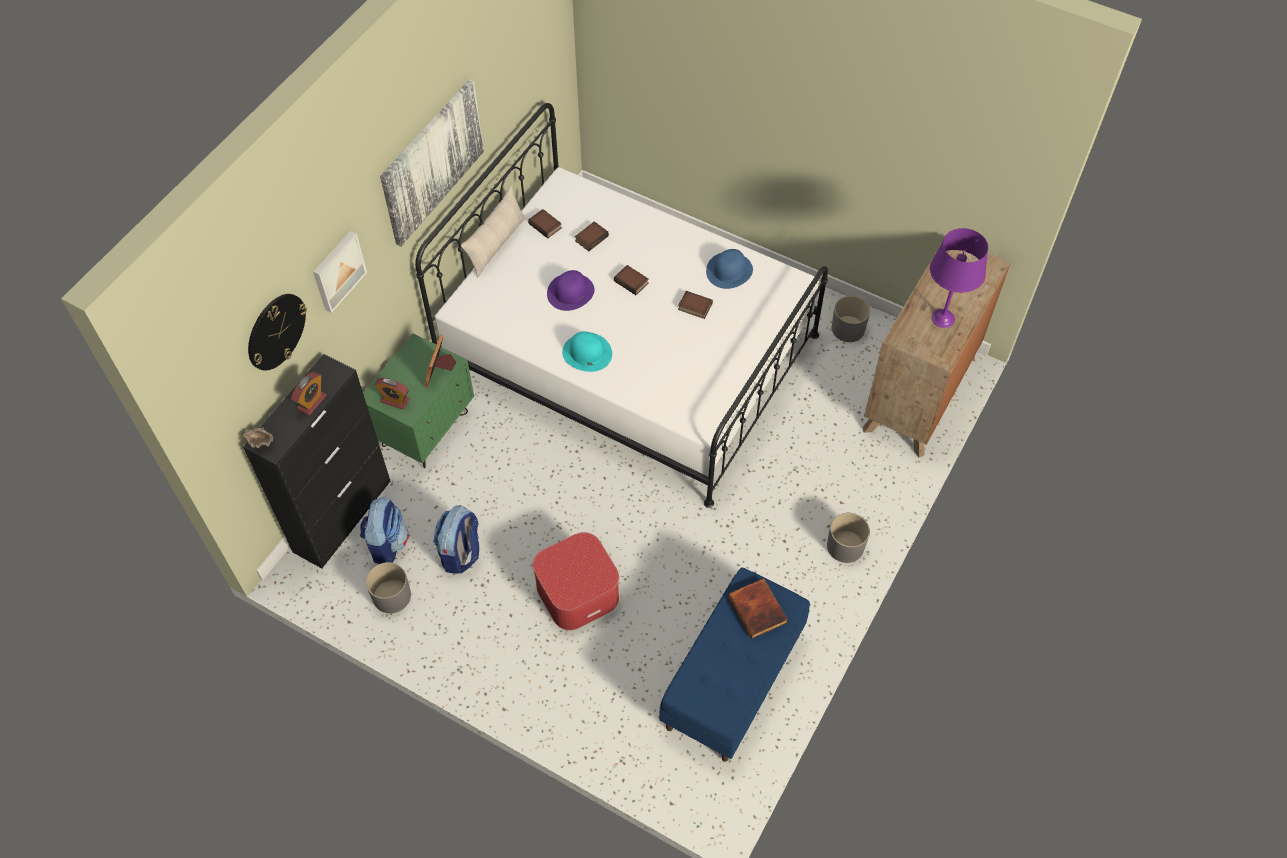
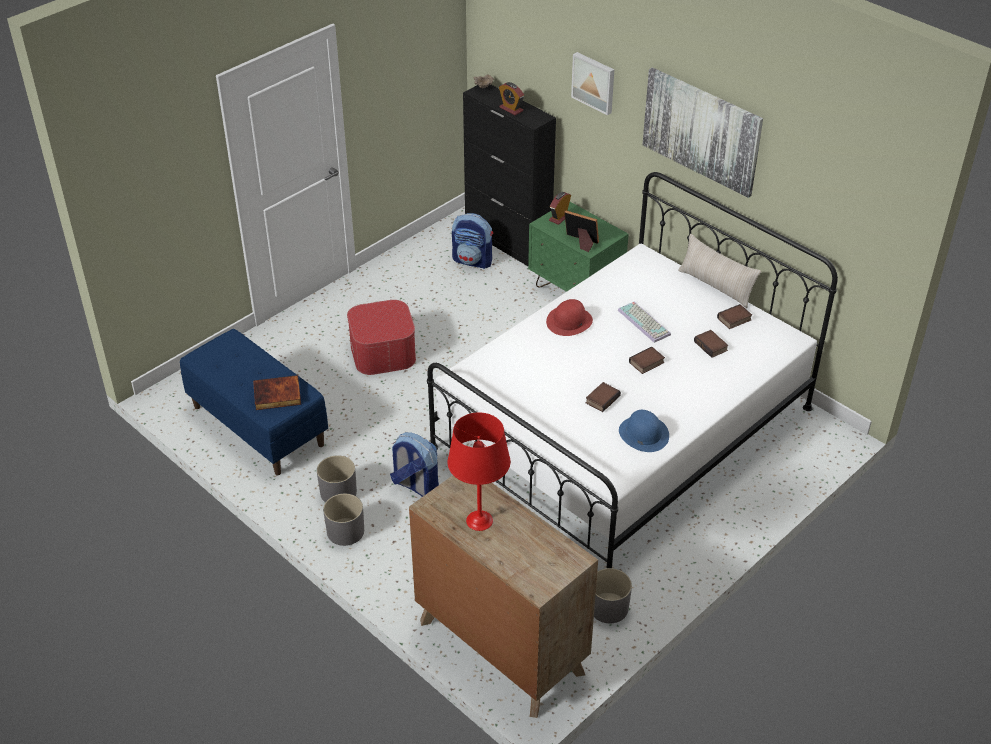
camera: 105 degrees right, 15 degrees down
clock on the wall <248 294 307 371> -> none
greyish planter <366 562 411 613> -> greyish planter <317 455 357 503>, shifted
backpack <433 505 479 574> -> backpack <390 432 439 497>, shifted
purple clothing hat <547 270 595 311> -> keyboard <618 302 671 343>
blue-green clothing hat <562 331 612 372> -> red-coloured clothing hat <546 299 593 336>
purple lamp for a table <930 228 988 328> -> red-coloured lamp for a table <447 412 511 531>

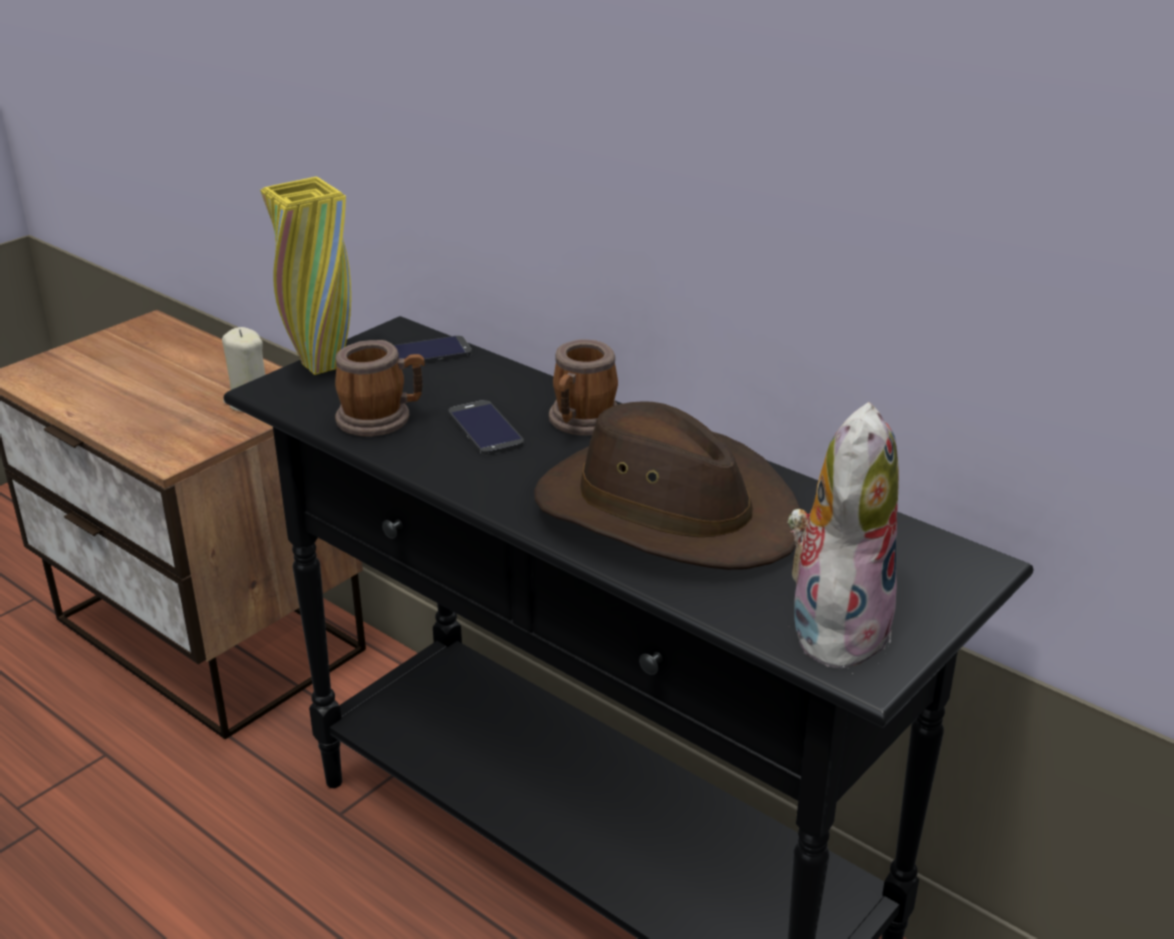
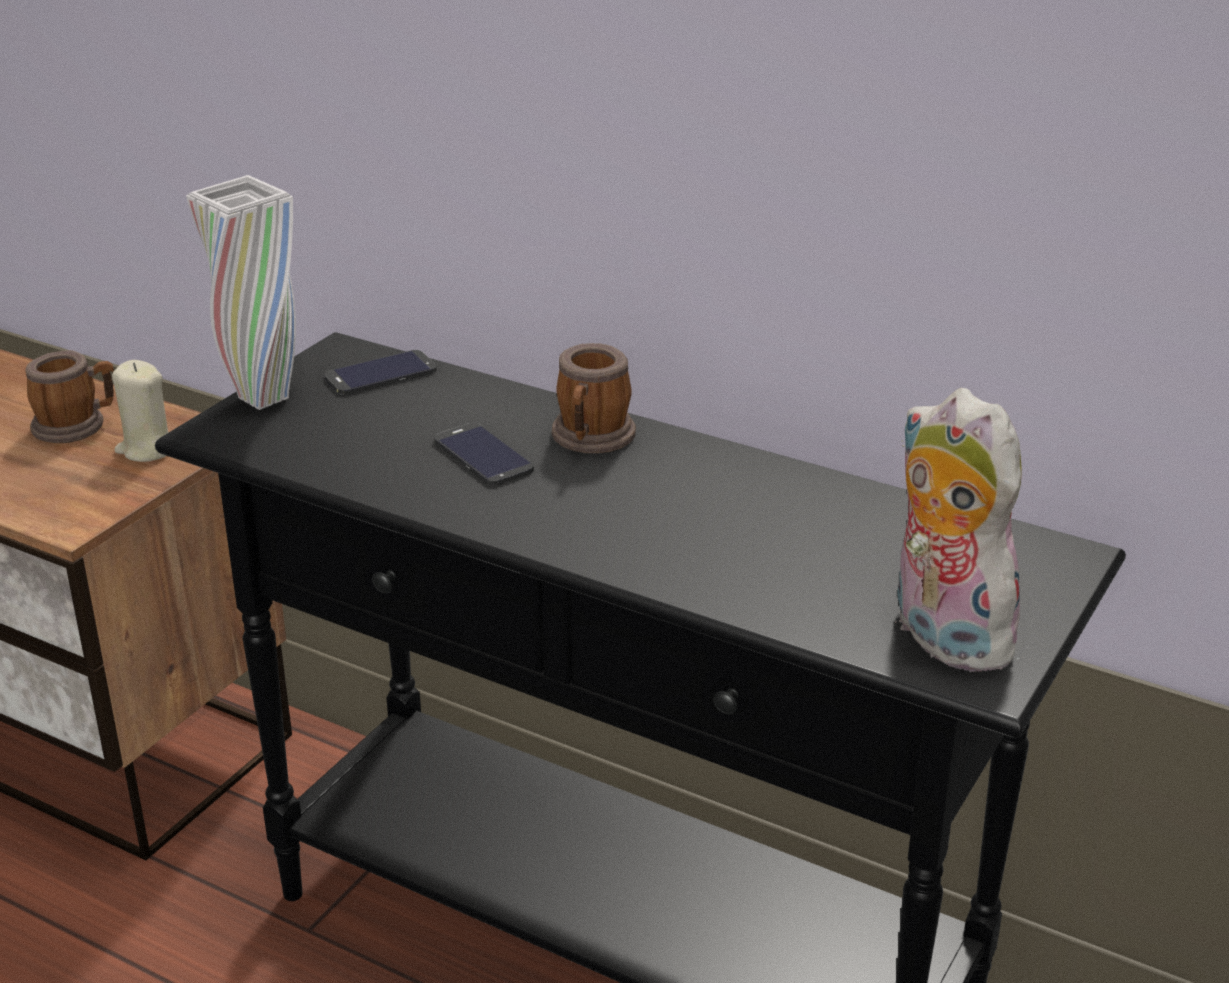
camera: 10 degrees left, 0 degrees up
brown clothing hat <534 401 800 570> -> none
coffee mug <335 340 425 437> -> coffee mug <26 350 114 443>, shifted
yellow decorative vase <260 176 351 375> -> white decorative vase <186 175 296 410>
plush toy <788 402 899 674> -> plush toy <895 388 1030 672>, 45 degrees counterclockwise

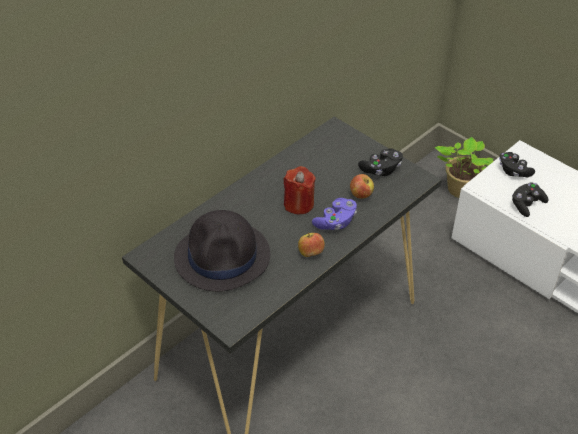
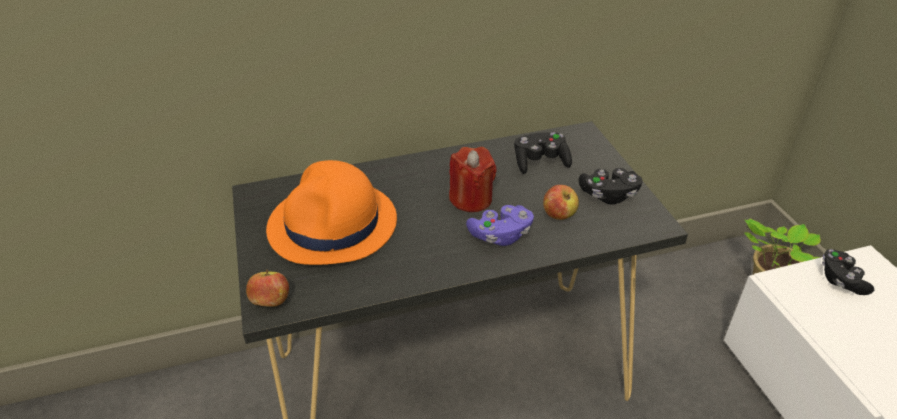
camera: 30 degrees right, 5 degrees down
whole apple <298 233 325 257> -> whole apple <246 270 289 307>, shifted
black-coloured gamepad <512 182 549 217> -> black-coloured gamepad <514 132 572 174>, shifted
black-coloured clothing hat <174 210 270 292> -> orange-coloured clothing hat <266 160 397 265>

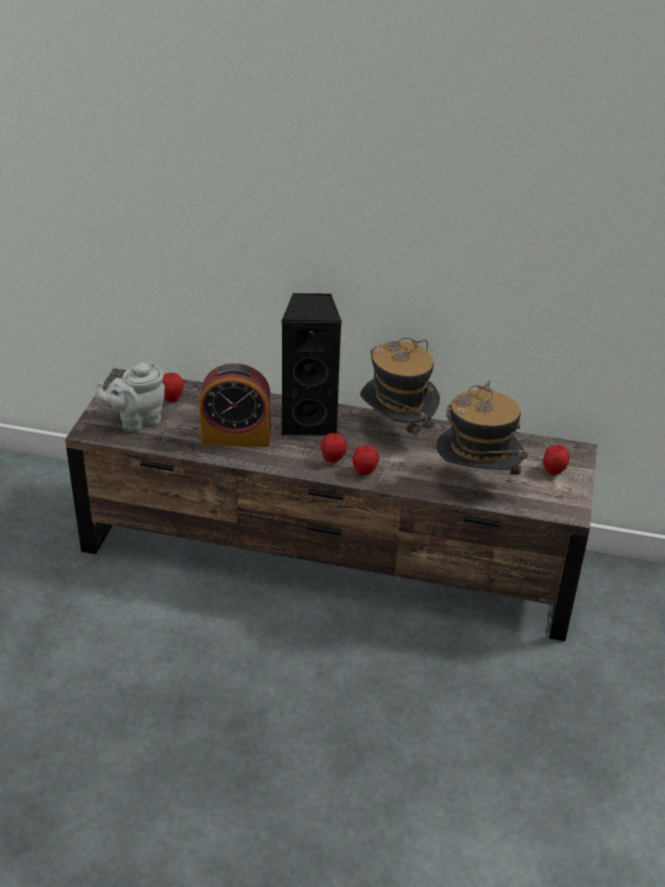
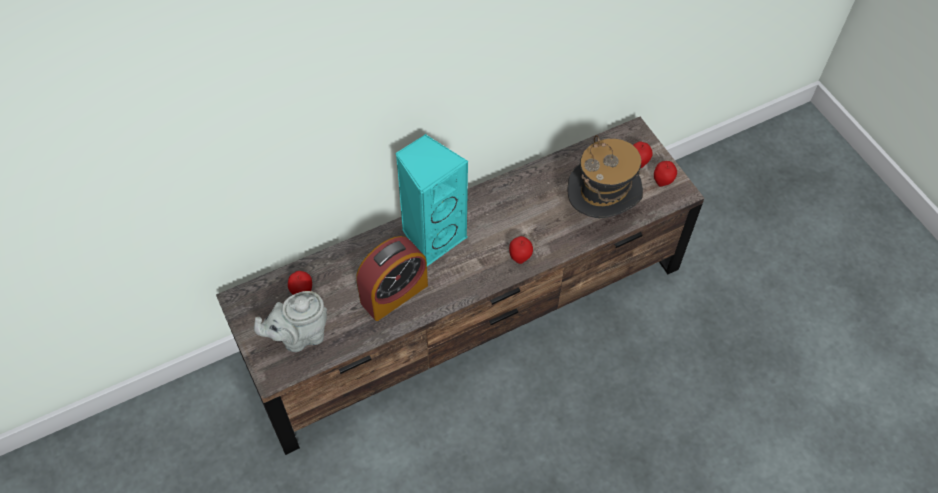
camera: 40 degrees left, 20 degrees up
clothing hat <360 338 440 445> -> none
whole apple <321 432 347 463> -> whole apple <654 161 677 187>, shifted
black-coloured loudspeaker <281 293 342 436> -> blue-green loudspeaker <395 134 469 266>
greyish teapot <95 362 165 432> -> greyish teapot <254 291 327 352>, 45 degrees clockwise

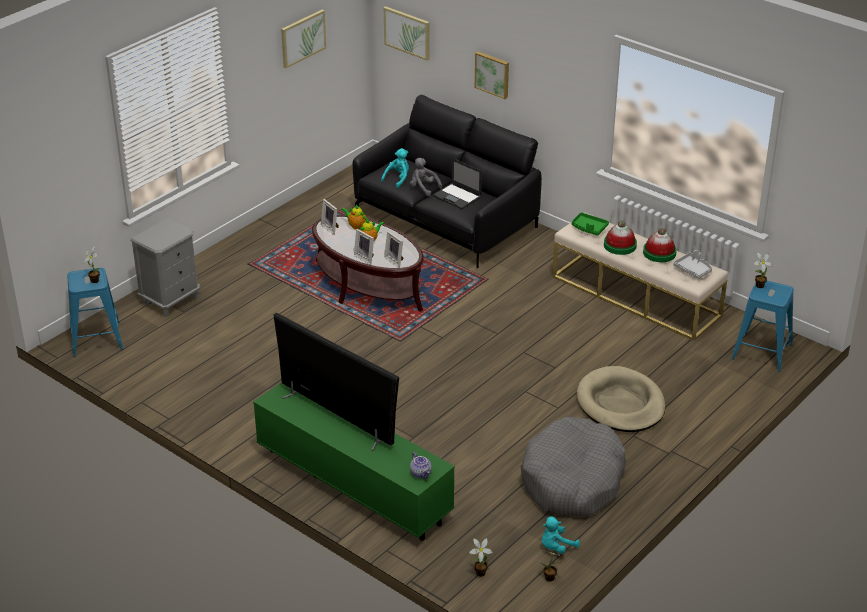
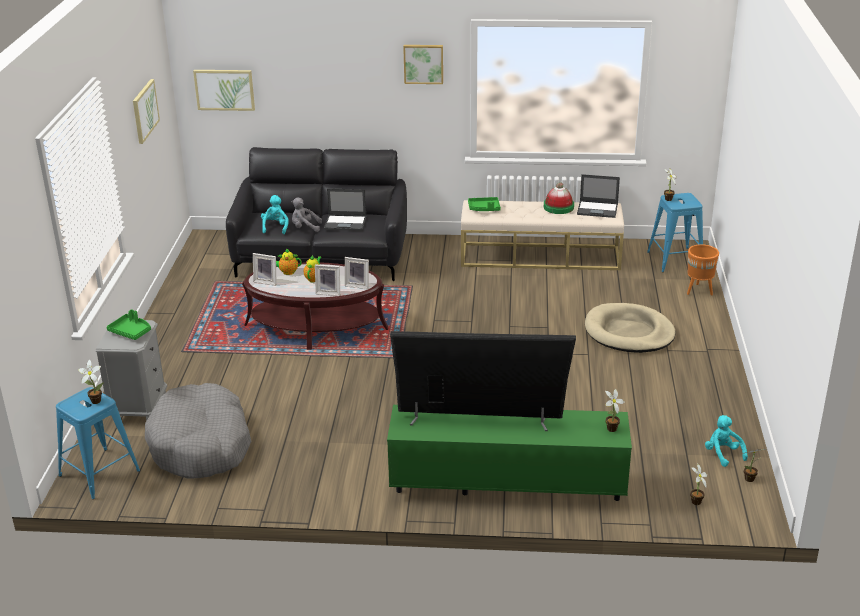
camera: 35 degrees left, 5 degrees down
clothing hat <604 221 637 255> -> none
none -> green-coloured serving tray <107 309 151 340>
none -> orange-coloured planter <687 244 719 295>
wall picture <475 52 509 99> -> wall picture <403 45 443 84>, shifted
greyish dog bed <521 417 626 517> -> greyish dog bed <145 383 251 479>, shifted
teapot <410 452 432 479> -> potted plant <605 389 625 432>
greyish serving tray <673 250 712 279> -> portable computer <577 174 620 218>
blue-green plush toy <542 516 580 554> -> blue-green plush toy <705 415 748 467>, 135 degrees clockwise

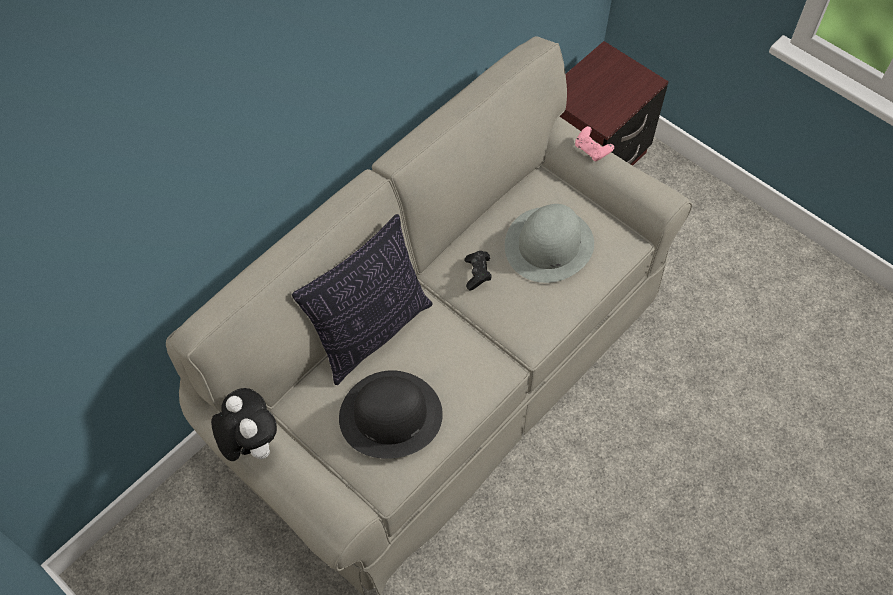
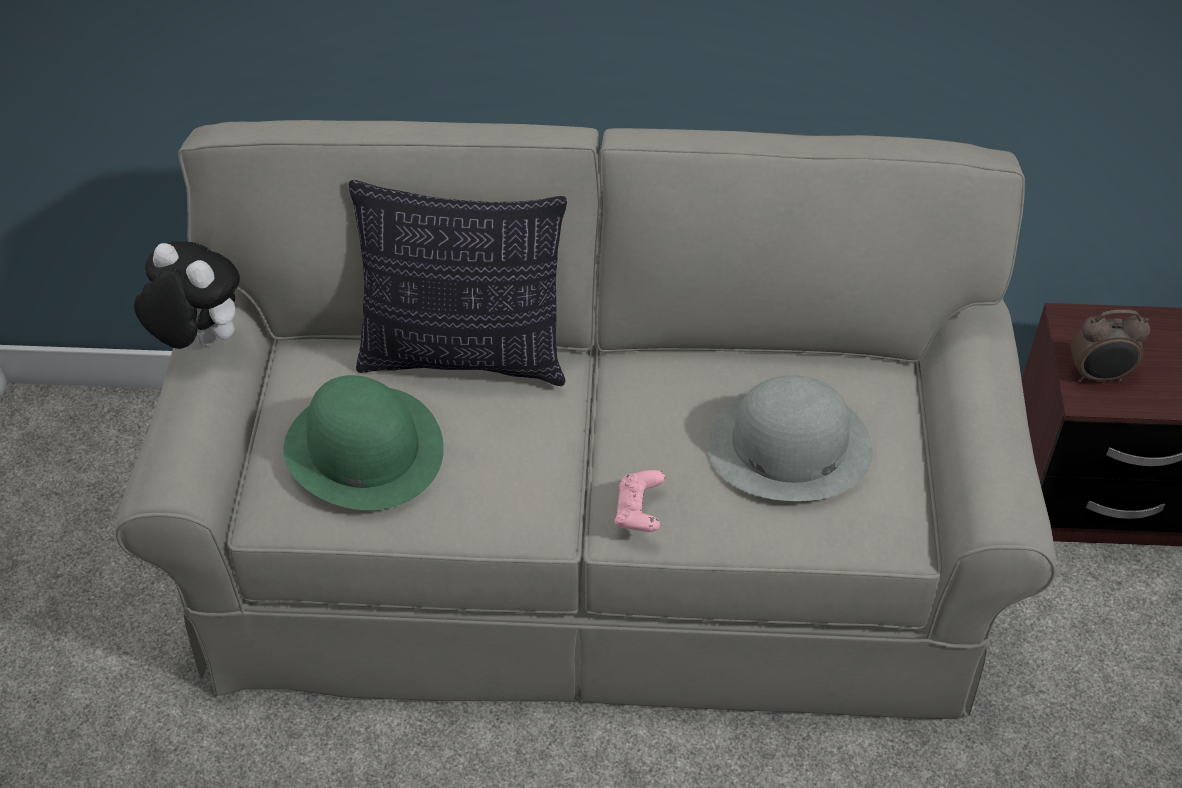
camera: 50 degrees right, 10 degrees down
black-coloured gamepad <465 251 492 291> -> none
none -> bedside clock <1071 310 1150 382>
pink gamepad <575 126 614 161> -> pink gamepad <614 470 665 532>, shifted
black-coloured clothing hat <339 370 443 459> -> green-coloured clothing hat <284 375 444 510>
plush toy <211 388 277 461> -> plush toy <134 241 240 349>, 75 degrees counterclockwise

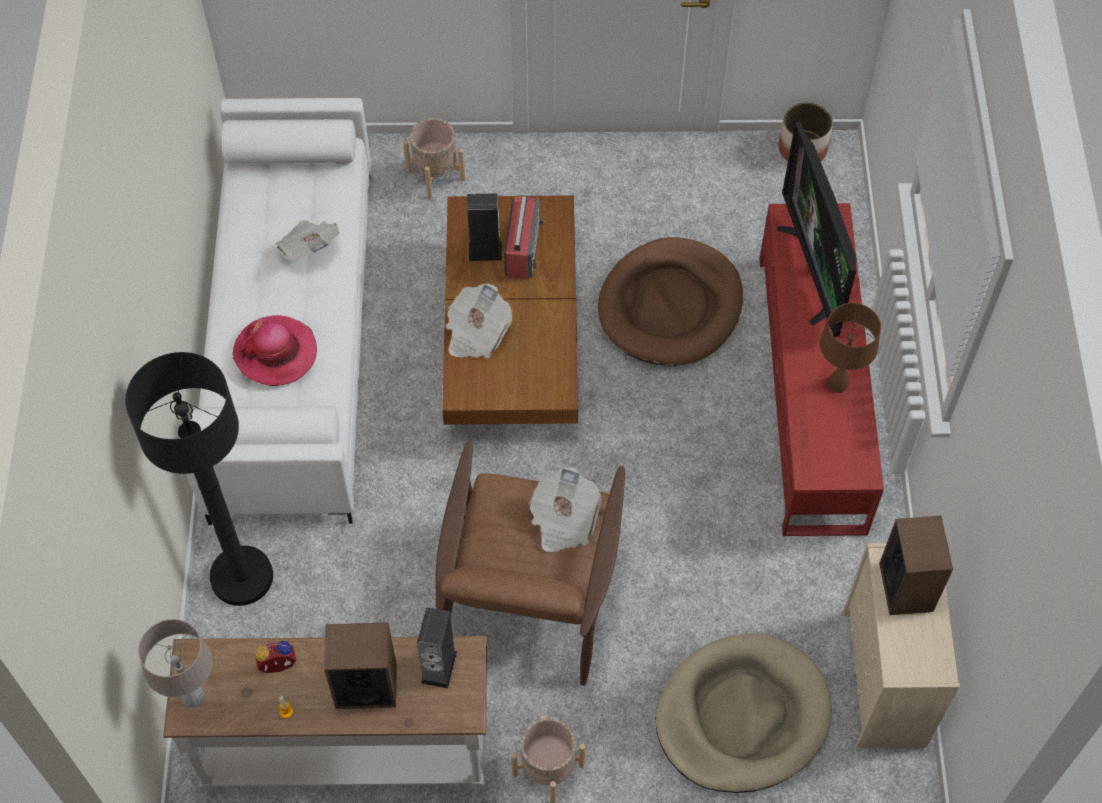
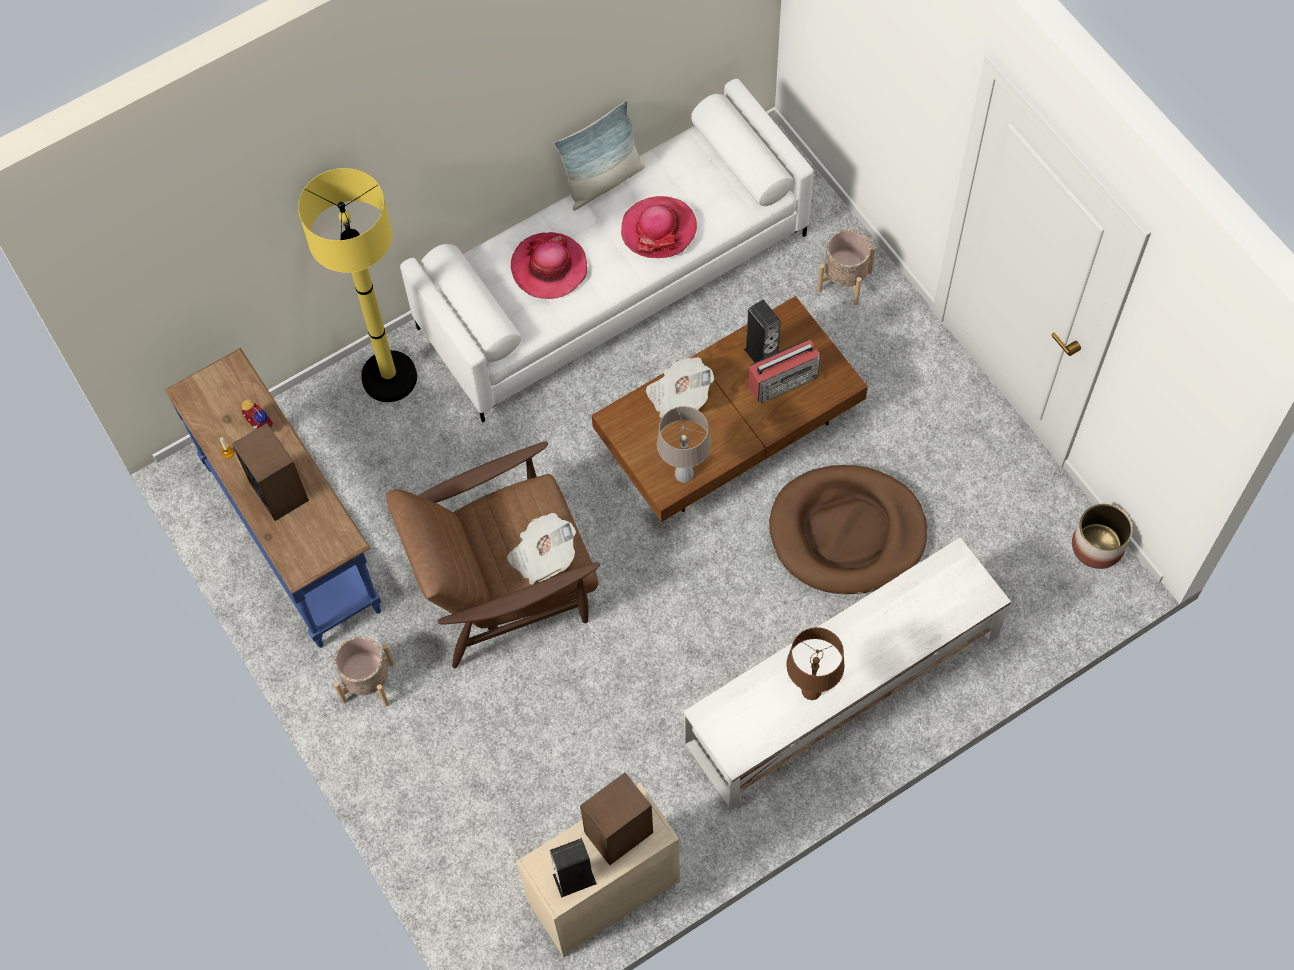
camera: 60 degrees right, 5 degrees up
beige-coloured dog bed <656 634 832 793> -> none
TV set <777 122 857 337> -> none
none -> cushion <554 101 645 211>
beige-coloured lamp for a table <138 619 212 708> -> beige-coloured lamp for a table <657 406 711 483>, shifted
loudspeaker <417 608 457 689> -> loudspeaker <550 838 597 898>, shifted
printed paper <275 220 340 260> -> clothing hat <621 196 697 258>
black-coloured standing lamp <125 352 273 606> -> yellow standing lamp <298 168 417 402>
white console table <163 636 487 798> -> blue-coloured console table <165 348 381 648>
red-coloured tv unit <759 203 884 536> -> white tv unit <684 537 1011 810>

